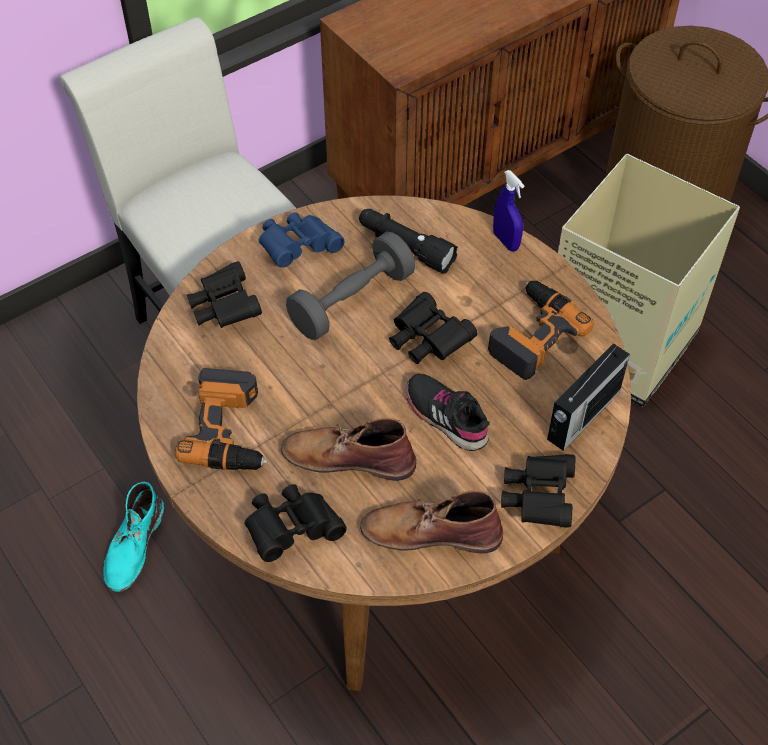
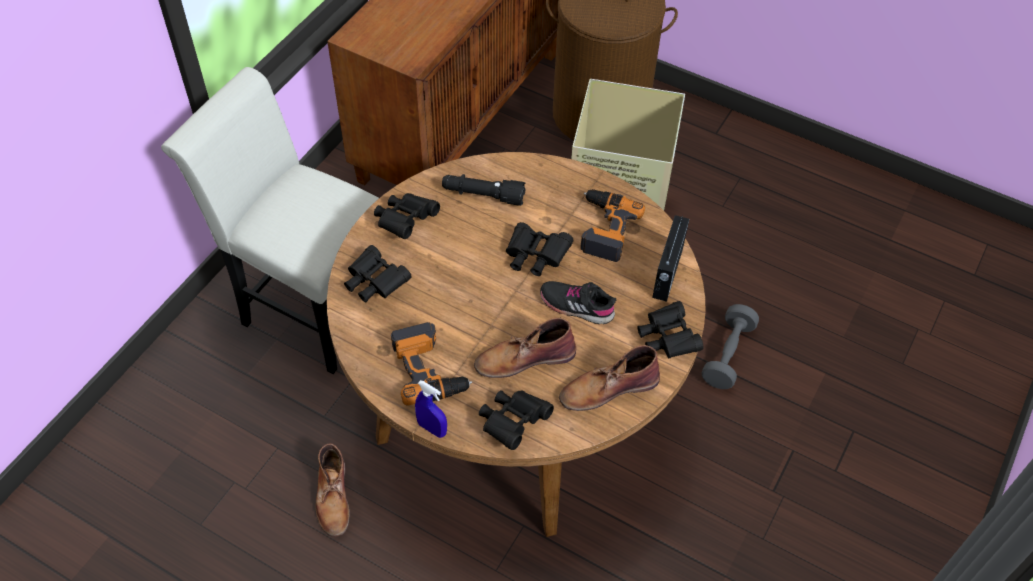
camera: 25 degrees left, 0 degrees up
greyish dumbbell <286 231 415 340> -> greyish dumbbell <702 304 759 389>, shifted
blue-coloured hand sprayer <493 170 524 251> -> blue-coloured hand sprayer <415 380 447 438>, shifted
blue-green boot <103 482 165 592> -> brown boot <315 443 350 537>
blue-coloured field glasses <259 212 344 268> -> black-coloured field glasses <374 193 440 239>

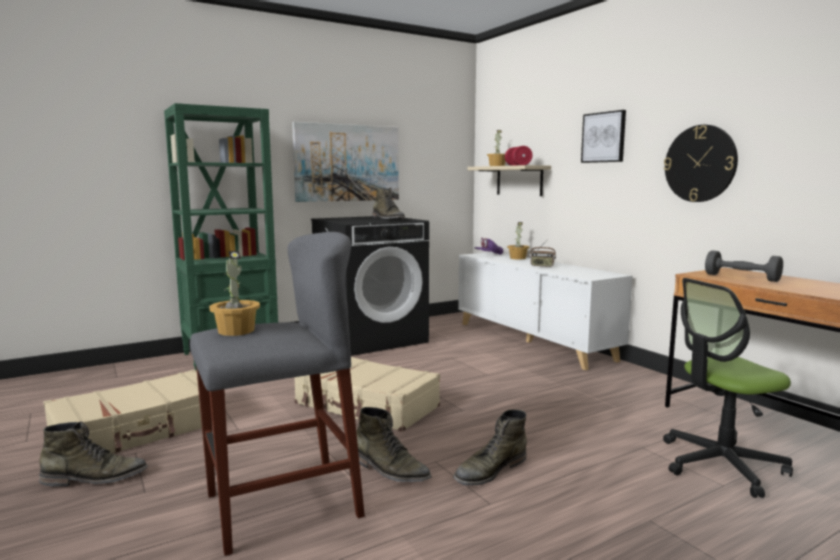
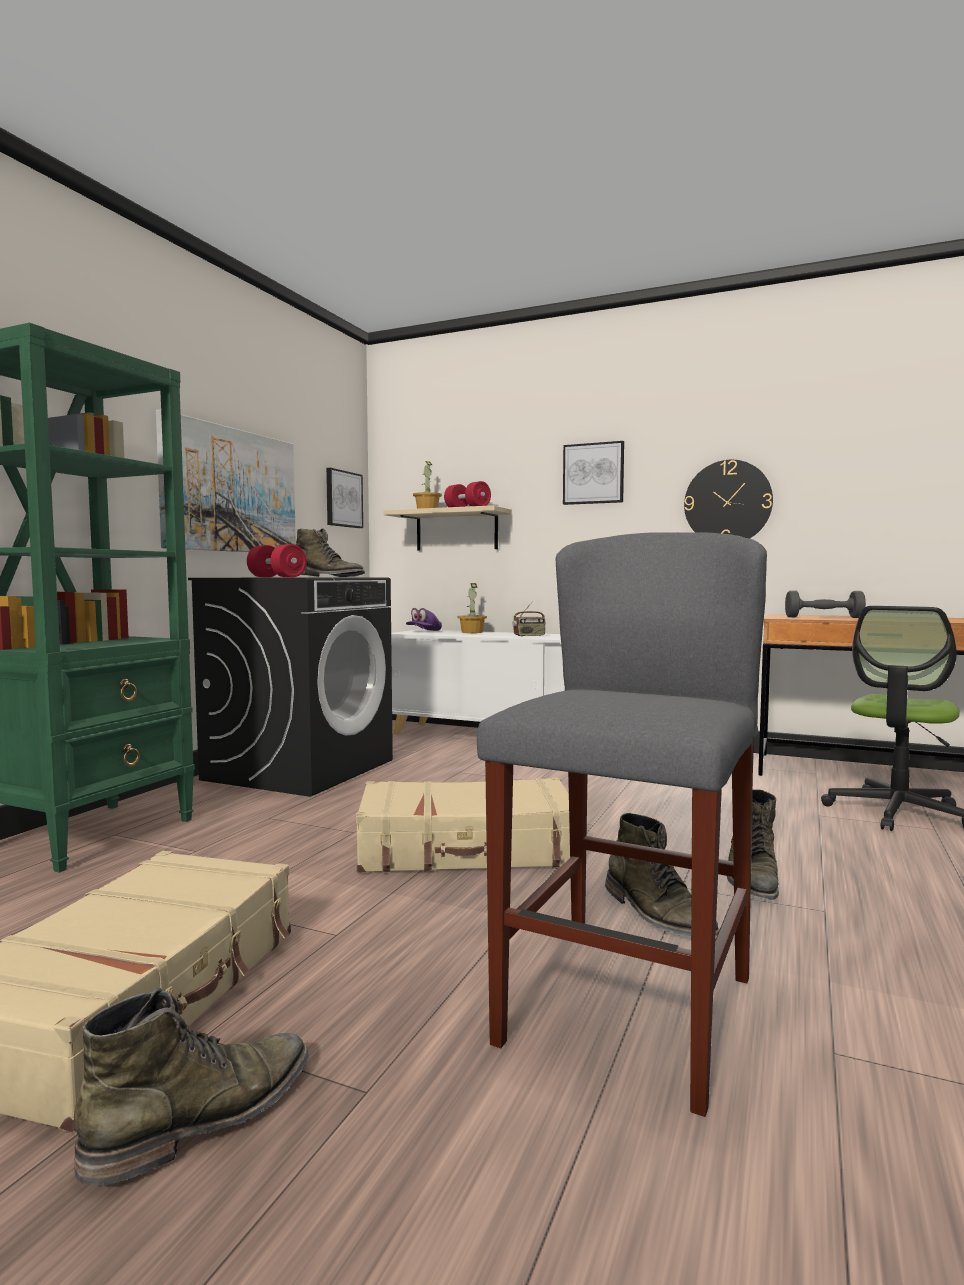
camera: 35 degrees left, 5 degrees down
potted plant <209 251 260 336> -> none
none -> red-coloured dumbbell <247 544 307 577>
none -> wall picture <326 468 363 528>
green-coloured boot <356 407 432 482> -> green-coloured boot <605 813 720 936>, 60 degrees clockwise

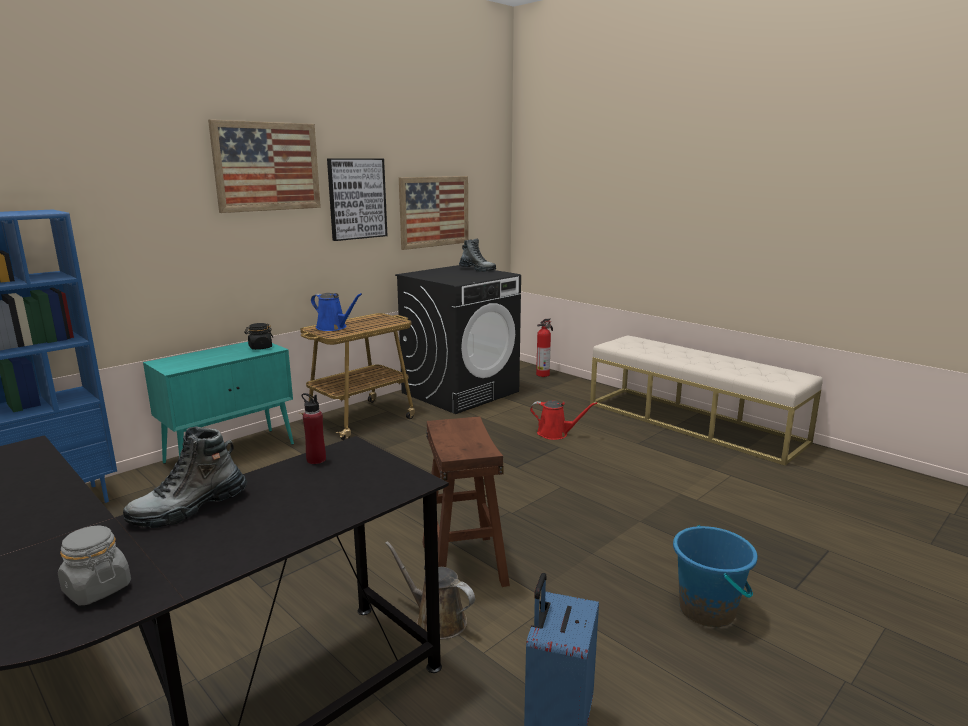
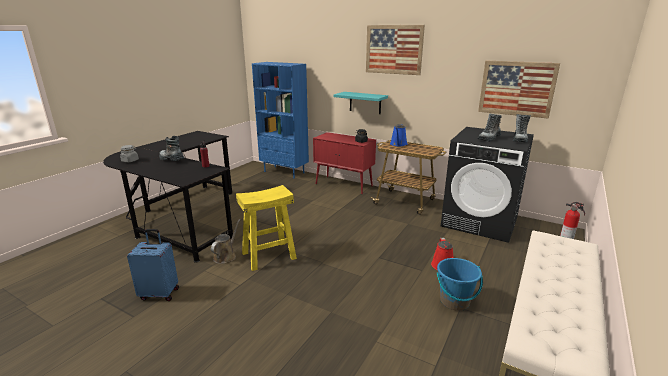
camera: 75 degrees right, 5 degrees up
wall picture <327 158 387 241> -> none
none -> blue-green wall shelf <334 92 388 114>
none -> boot <477 113 502 141>
blue-coloured bucket <673 525 758 627> -> blue-coloured bucket <437 258 483 311>, shifted
blue-green cabinet <143 342 294 464> -> red-coloured cabinet <313 132 376 194>
brown stool <422 416 510 587> -> yellow stool <236 185 297 271>

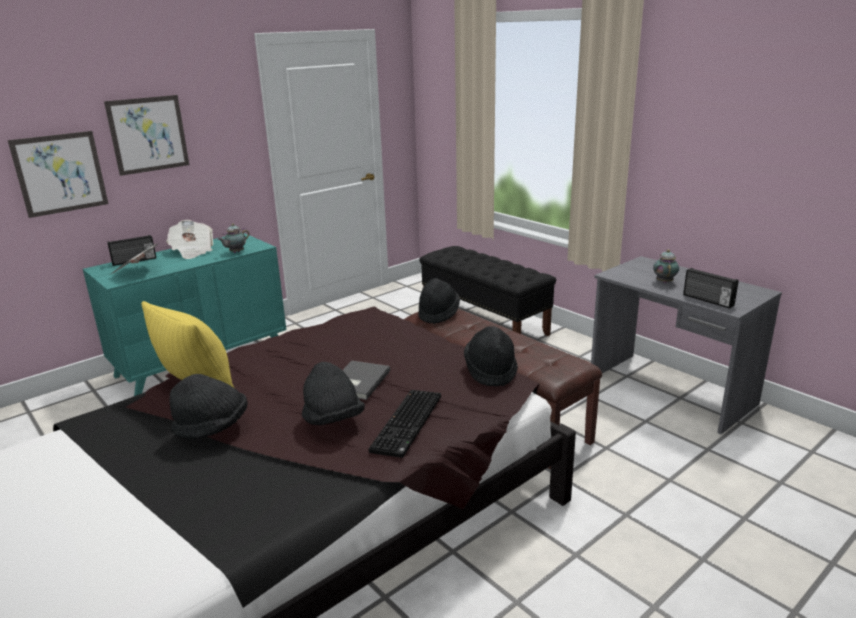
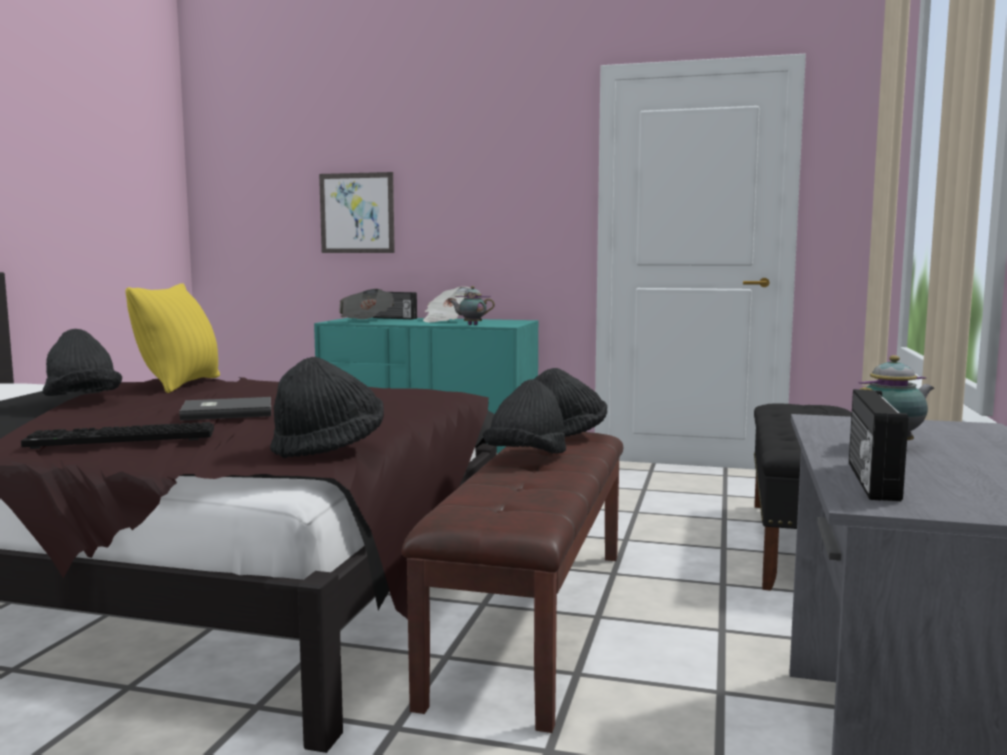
camera: 55 degrees right, 15 degrees down
wall picture <104 95 189 176> -> none
black-coloured clothing hat <302 362 365 425> -> black-coloured clothing hat <483 379 566 454>, shifted

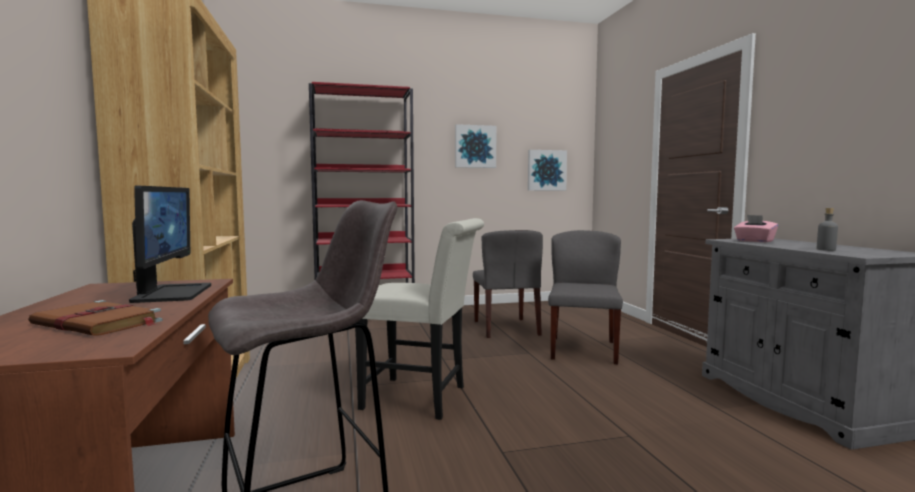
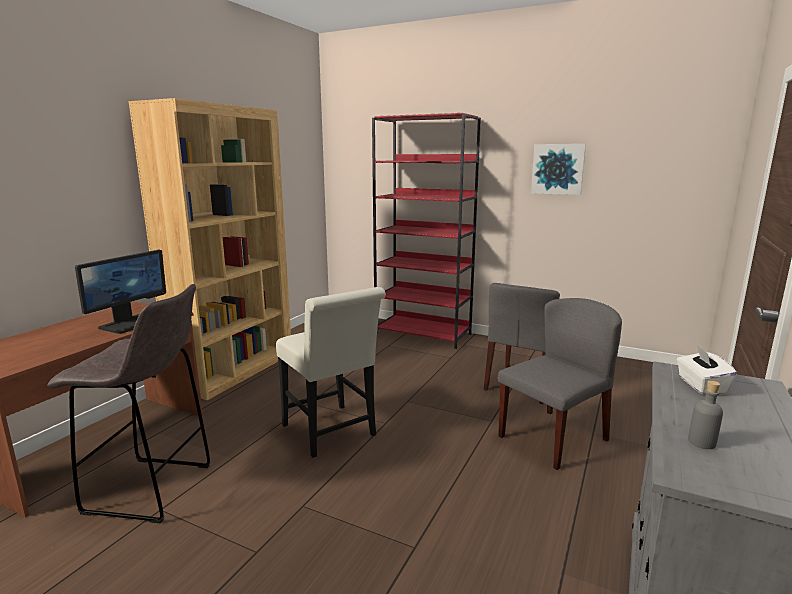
camera: 40 degrees right, 10 degrees up
brown bound book <28 300 162 336> -> none
wall picture <528 150 567 191> -> none
pink tissue box <734 215 778 242> -> white tissue box <677 345 737 395>

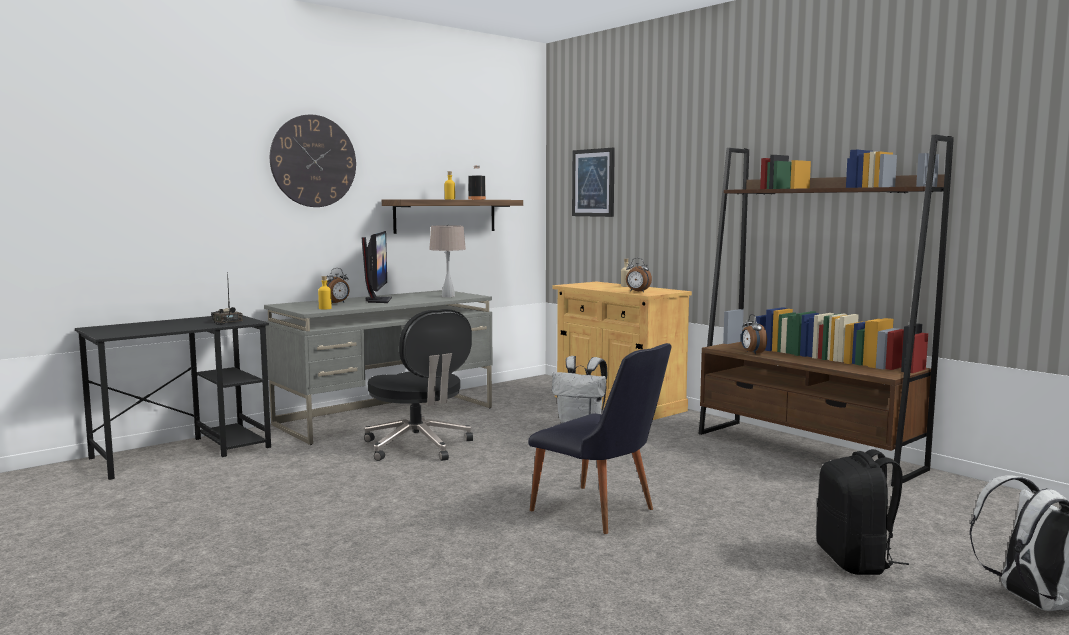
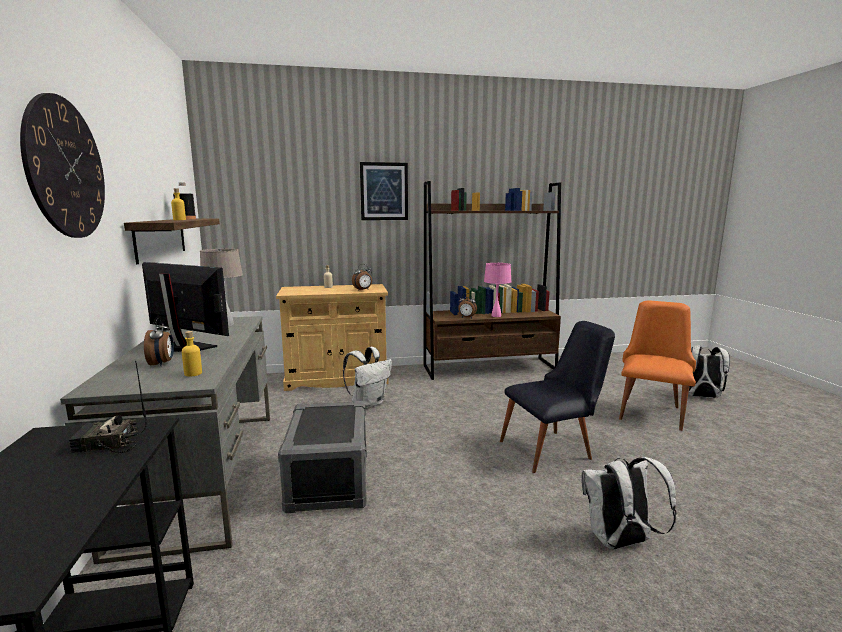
camera: 60 degrees left, 5 degrees up
none -> pink lamp for a table <484 263 511 317>
none -> white backpack <581 457 677 549>
wall picture <572 148 615 217> -> wall picture <360 162 408 220>, shifted
black-coloured computer chair <364 309 473 461> -> greyish storage container <278 401 367 513>
black-coloured backpack <816 449 909 575> -> orange-coloured upright chair <619 301 696 431>

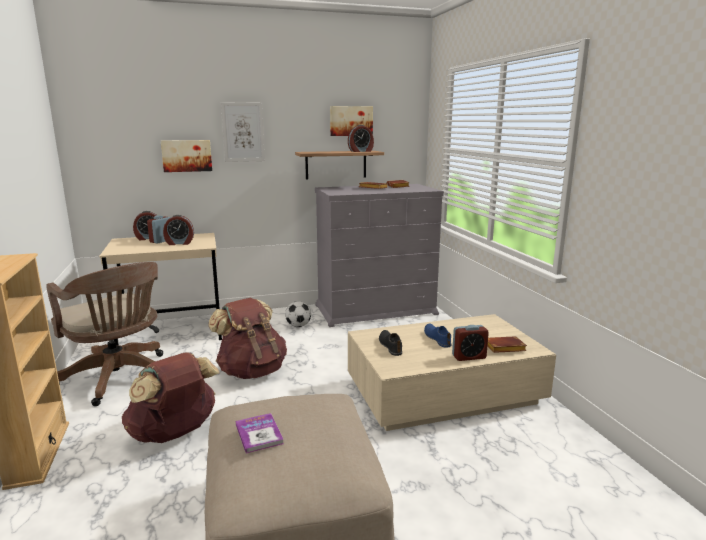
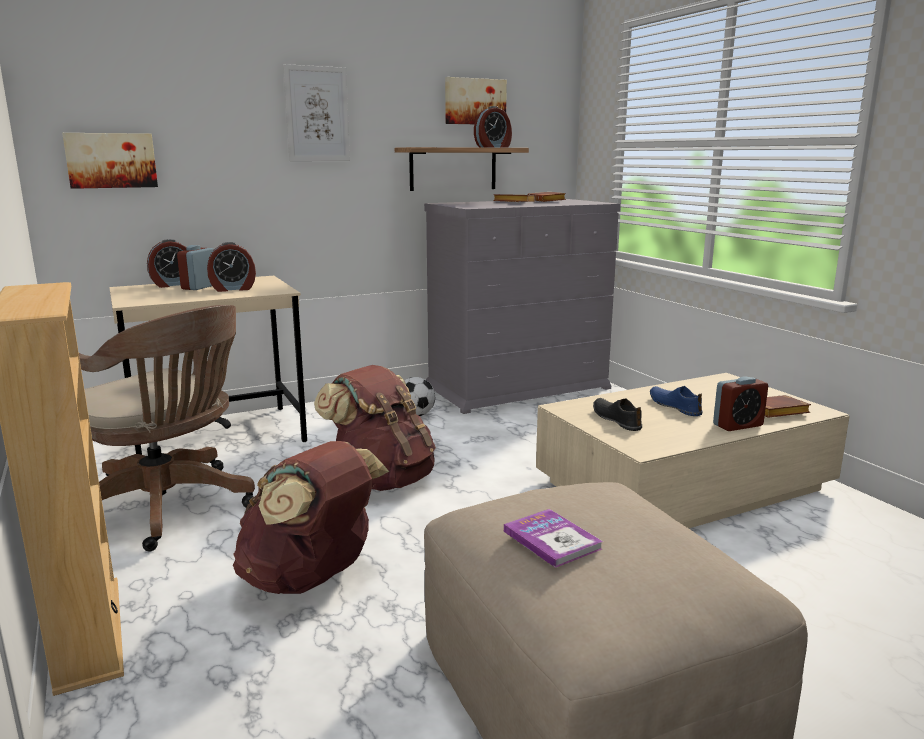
camera: 10 degrees left, 0 degrees up
wall picture <161 140 212 172> -> wall picture <62 133 158 189>, shifted

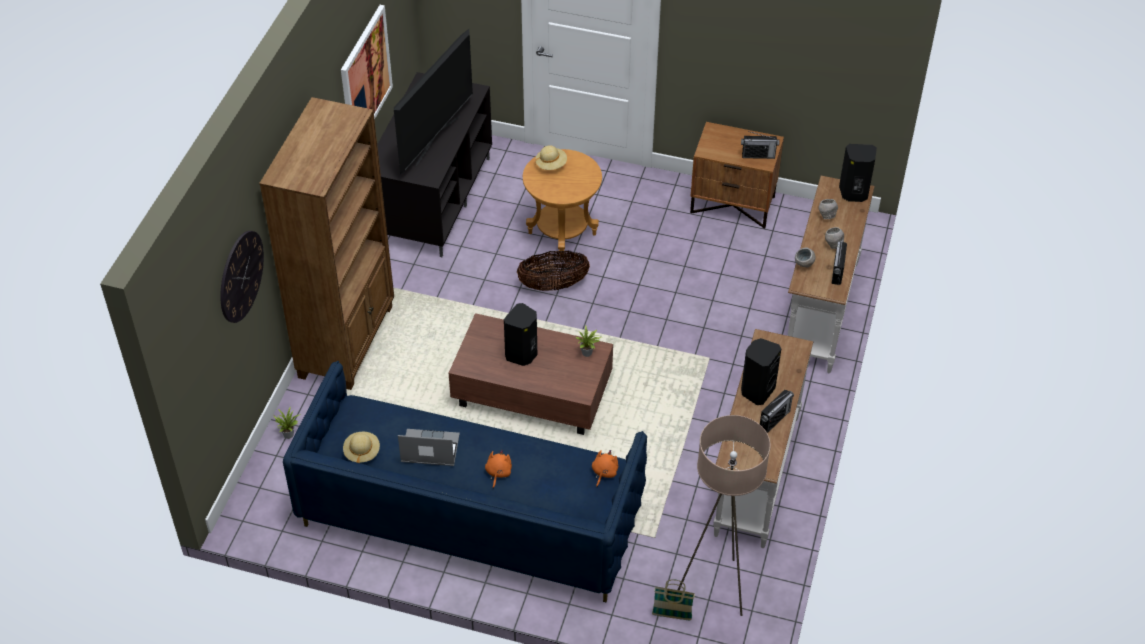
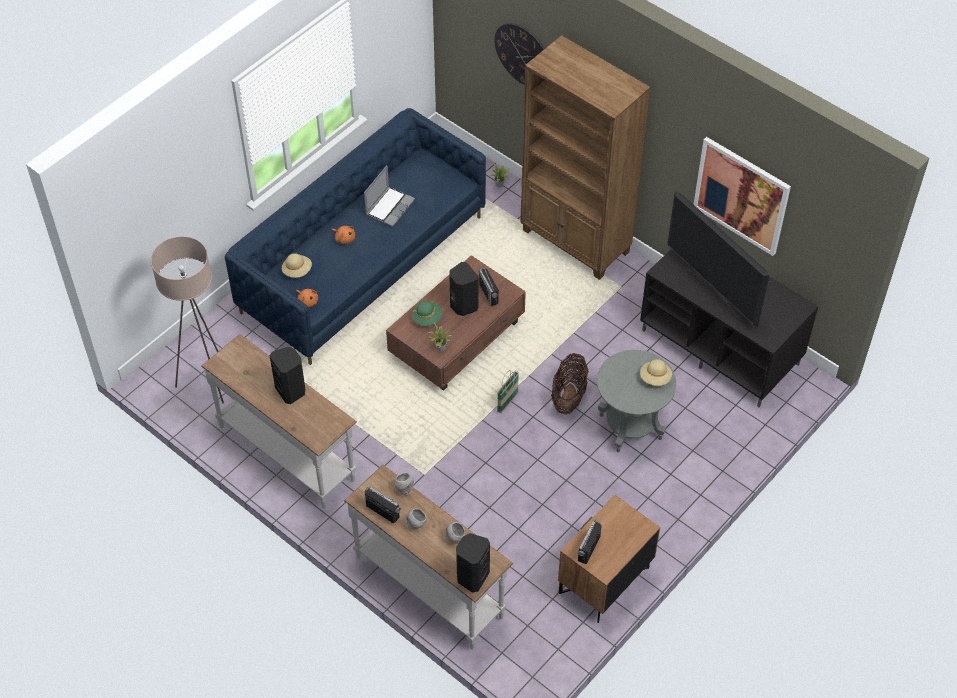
camera: 115 degrees right, 5 degrees up
none -> green-coloured clothing hat <412 301 442 326>
beige-coloured clothing hat <343 432 380 463> -> beige-coloured clothing hat <282 253 312 278>, shifted
storage basket <652 579 695 620> -> storage basket <497 370 519 414>, shifted
radio <760 390 794 433> -> radio <478 266 499 306>, shifted
brown end table <523 149 602 251> -> greyish end table <597 350 676 452>

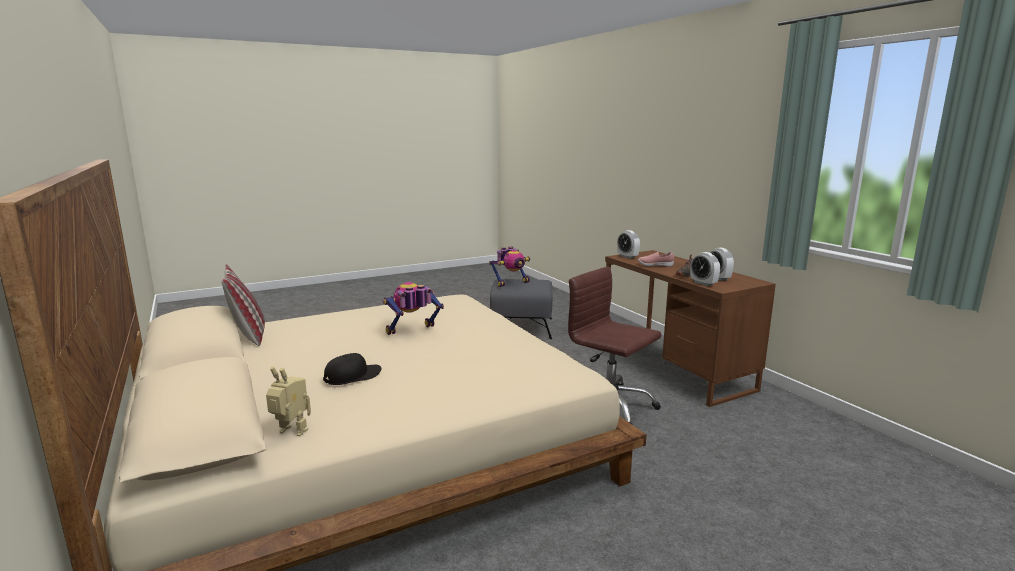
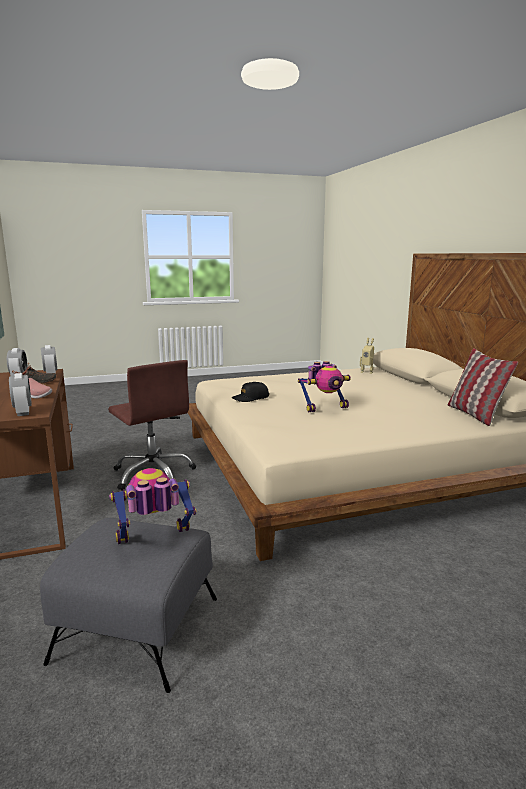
camera: 170 degrees left, 0 degrees up
black-coloured peaked cap <323 353 382 385> -> black-coloured peaked cap <231 382 269 402>, shifted

